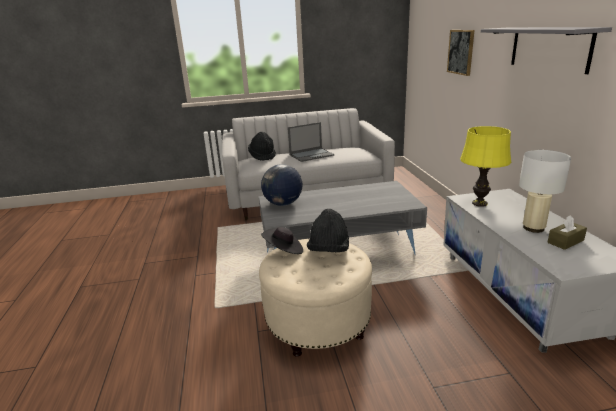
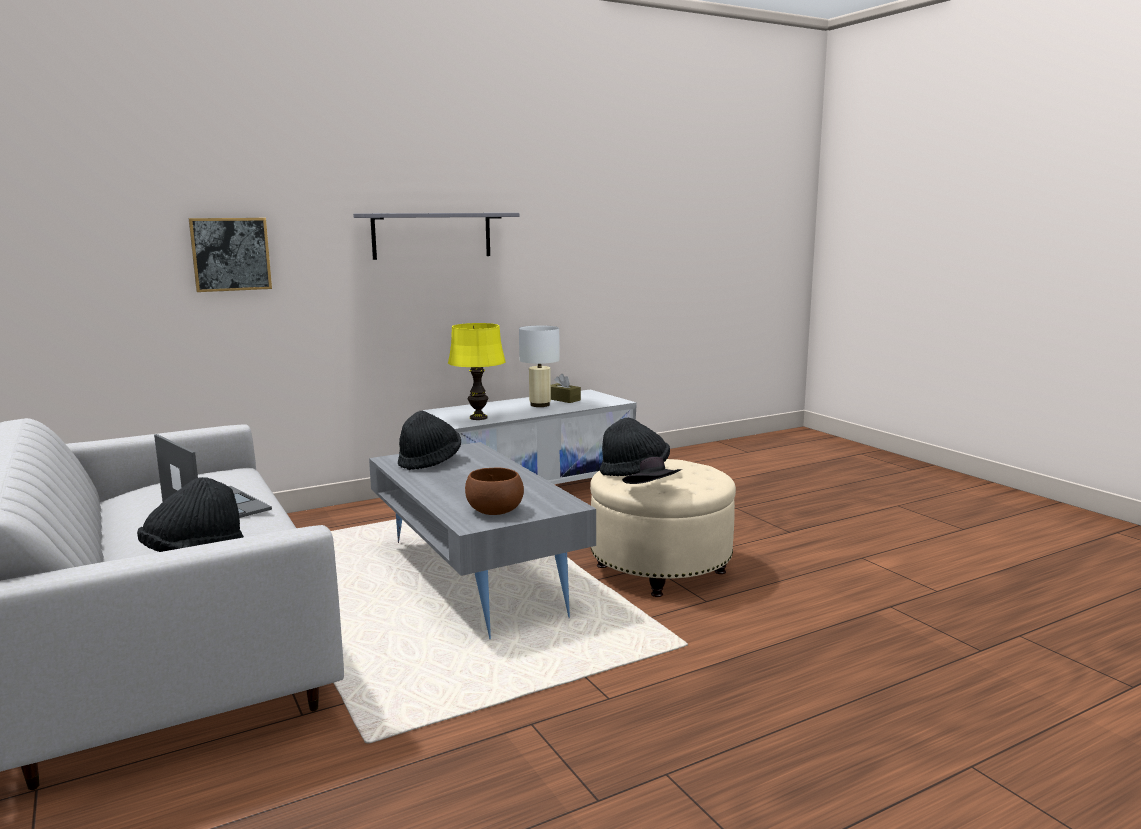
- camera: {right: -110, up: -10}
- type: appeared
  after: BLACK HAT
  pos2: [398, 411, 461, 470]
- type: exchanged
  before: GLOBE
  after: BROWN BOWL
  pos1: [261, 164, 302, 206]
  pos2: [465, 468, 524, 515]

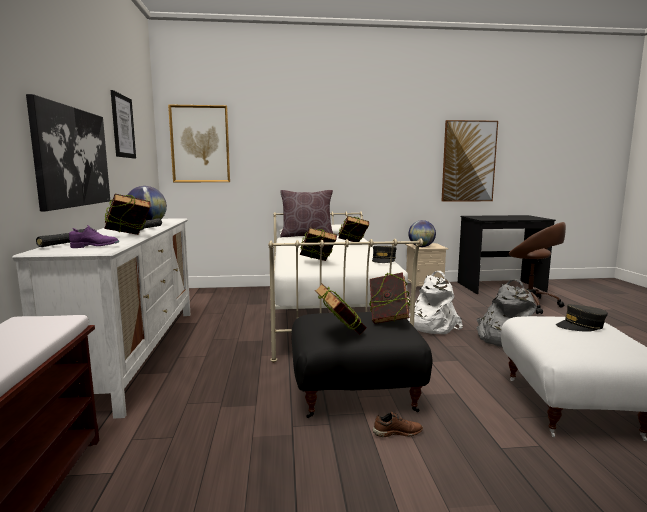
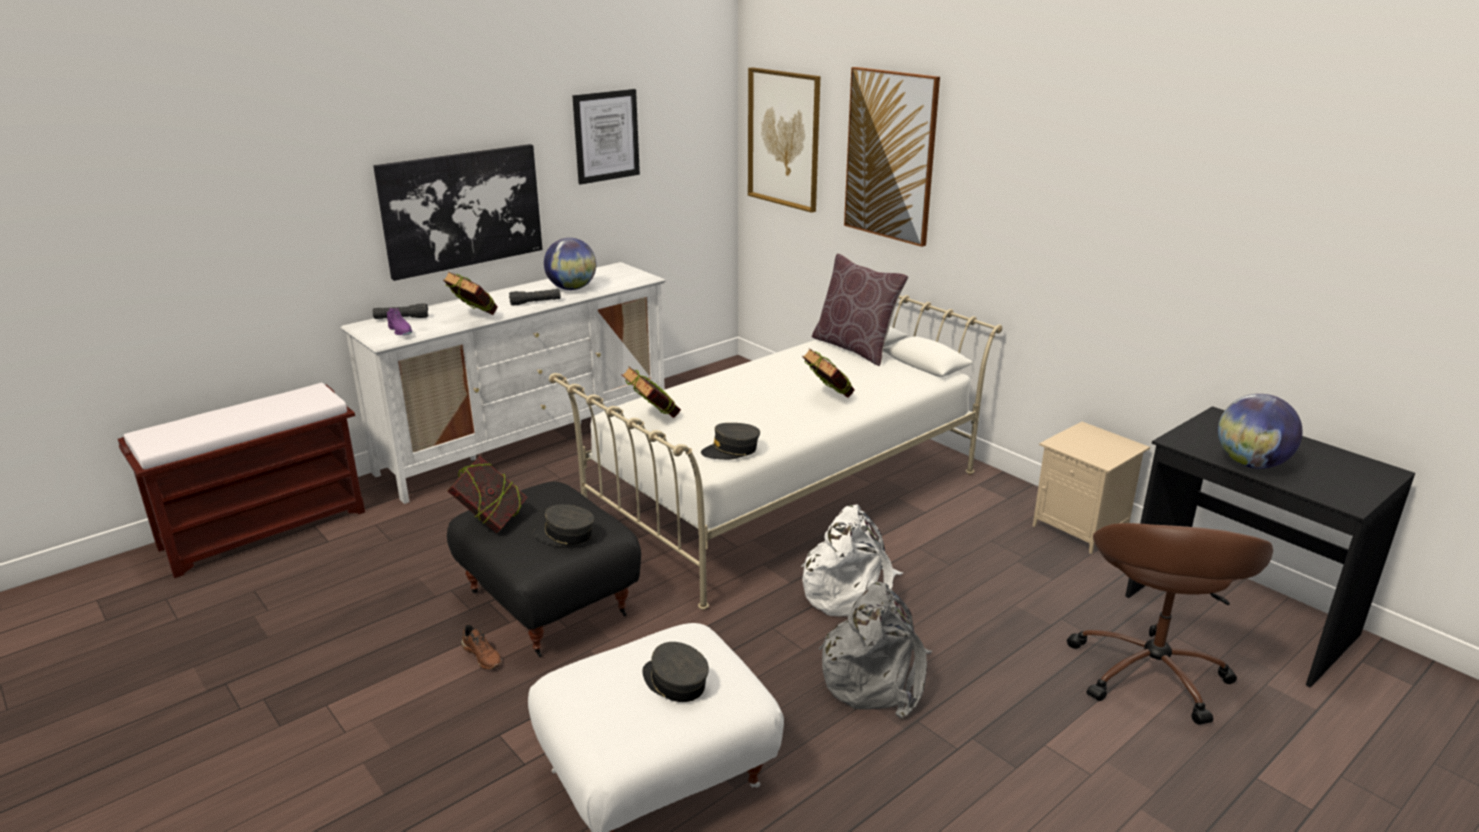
- camera: {right: 55, up: 15}
- type: exchanged
  before: BOOK
  after: GREY CAP
  pos1: [369, 272, 410, 324]
  pos2: [532, 504, 594, 545]
- type: relocated
  before: PICTURE
  pos1: [442, 120, 498, 202]
  pos2: [844, 67, 940, 247]
- type: relocated
  before: GLOBE
  pos1: [408, 220, 436, 247]
  pos2: [1218, 394, 1303, 469]

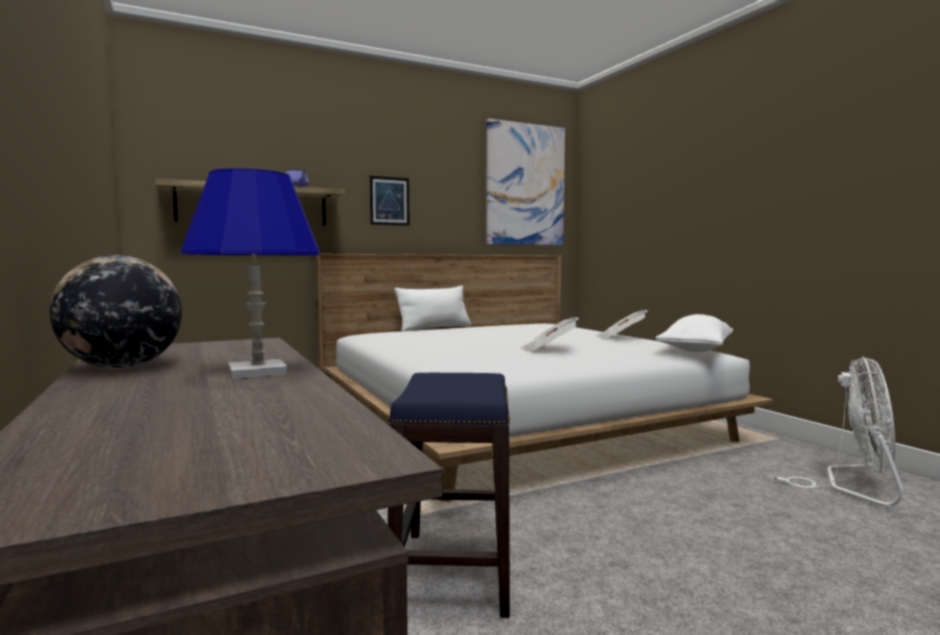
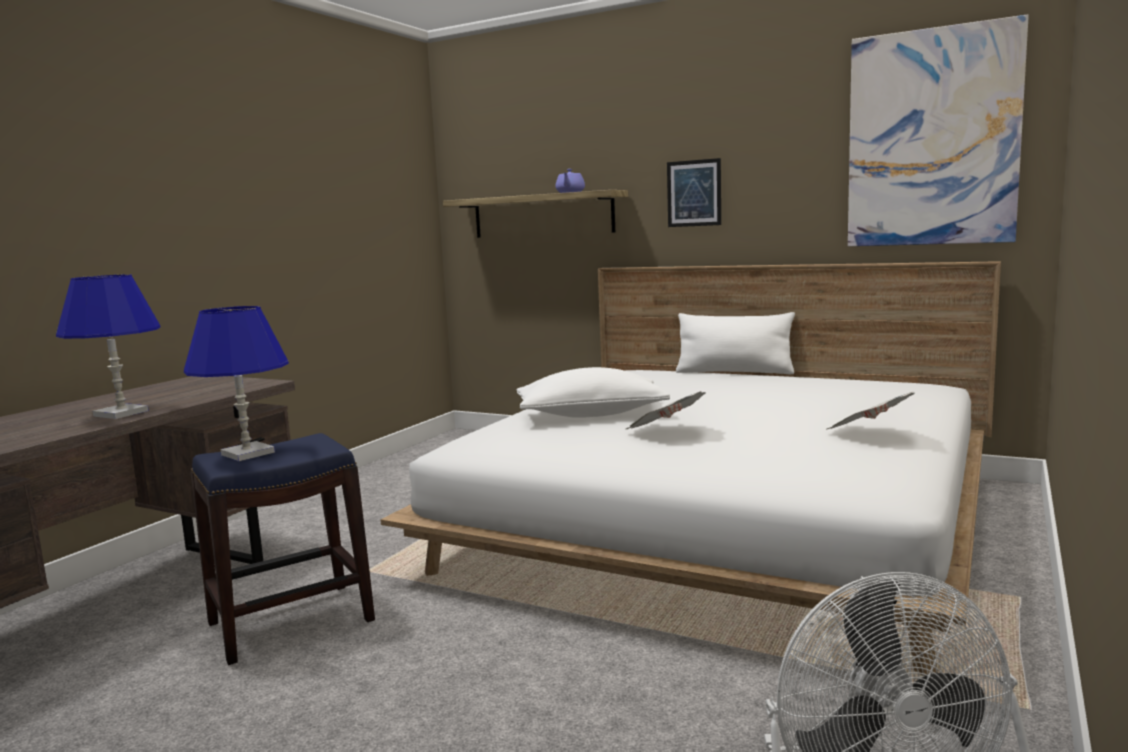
- camera: {right: 55, up: 5}
- type: appeared
  after: BLUE TABLE LAMP
  pos2: [184, 306, 289, 461]
- type: relocated
  before: WHITE PILLOW
  pos1: [655, 314, 733, 352]
  pos2: [516, 367, 670, 418]
- type: missing
  before: GLOBE
  pos1: [50, 255, 182, 369]

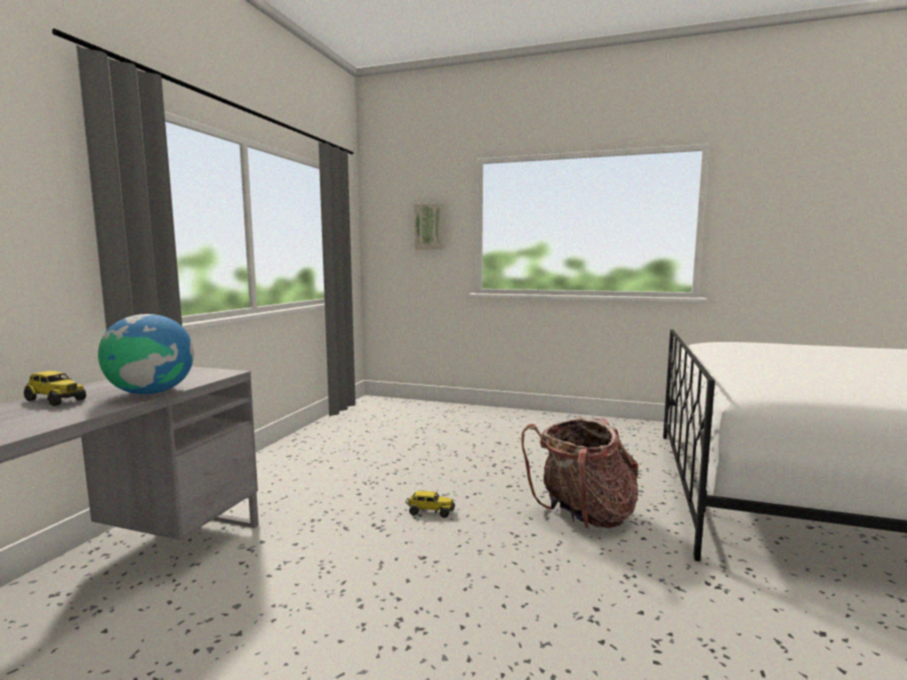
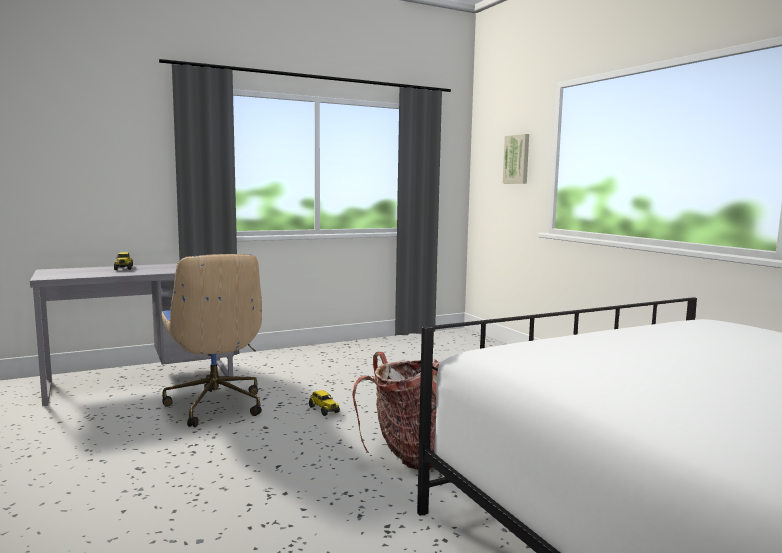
- camera: {right: 45, up: 0}
- type: appeared
  after: BLUE OFFICE CHAIR
  pos2: [161, 254, 262, 427]
- type: missing
  before: GLOBE
  pos1: [98, 314, 194, 394]

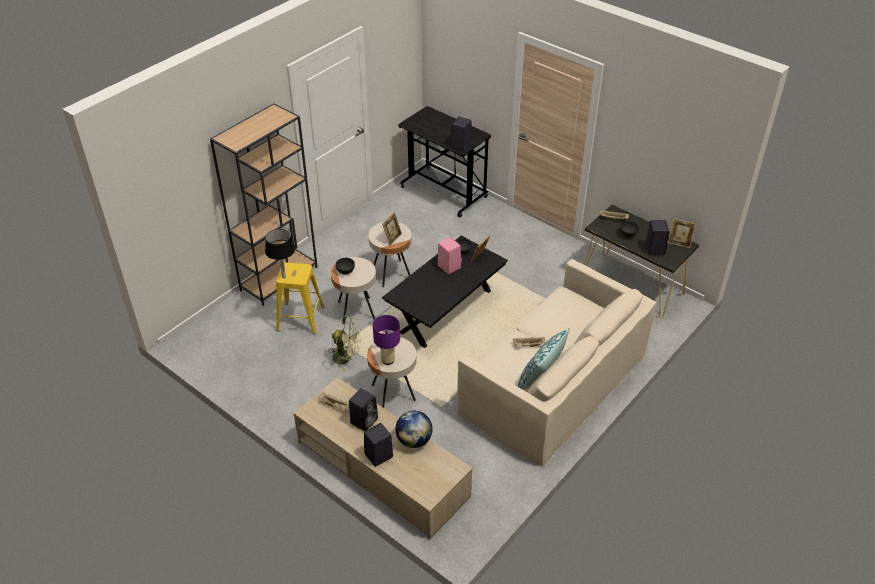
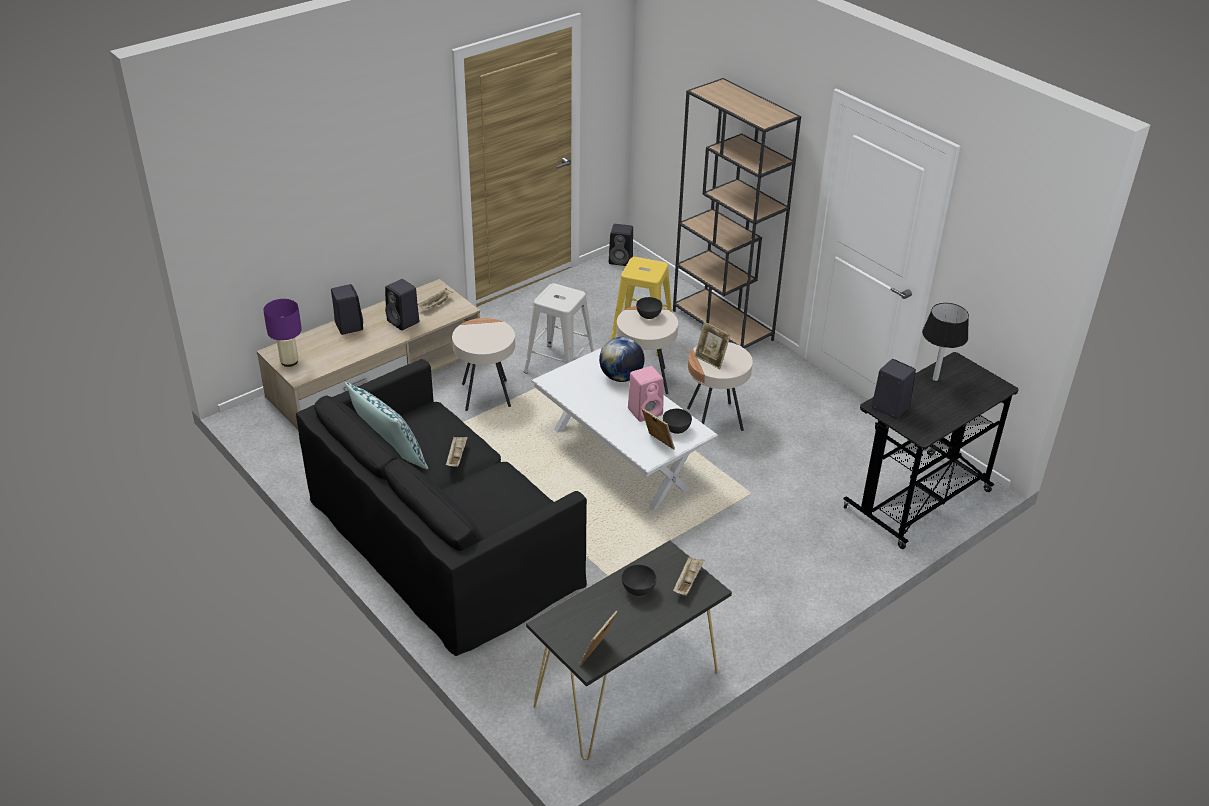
- camera: {right: 100, up: -5}
- type: relocated
  before: PURPLE TABLE LAMP
  pos1: [373, 315, 400, 365]
  pos2: [263, 299, 302, 367]
- type: colour
  before: BEIGE SOFA
  after: BLACK SOFA
  pos1: [456, 259, 657, 467]
  pos2: [296, 359, 587, 656]
- type: exchanged
  before: GREEN FAN
  after: WHITE STOOL
  pos1: [328, 315, 361, 371]
  pos2: [524, 283, 594, 374]
- type: colour
  before: BLACK COFFEE TABLE
  after: WHITE COFFEE TABLE
  pos1: [382, 236, 508, 348]
  pos2: [531, 348, 718, 511]
- type: relocated
  before: GLOBE
  pos1: [395, 411, 433, 448]
  pos2: [599, 337, 645, 382]
- type: relocated
  before: BLACK SPEAKER
  pos1: [646, 220, 669, 255]
  pos2: [609, 224, 633, 266]
- type: relocated
  before: BLACK TABLE LAMP
  pos1: [265, 229, 295, 279]
  pos2: [922, 303, 969, 381]

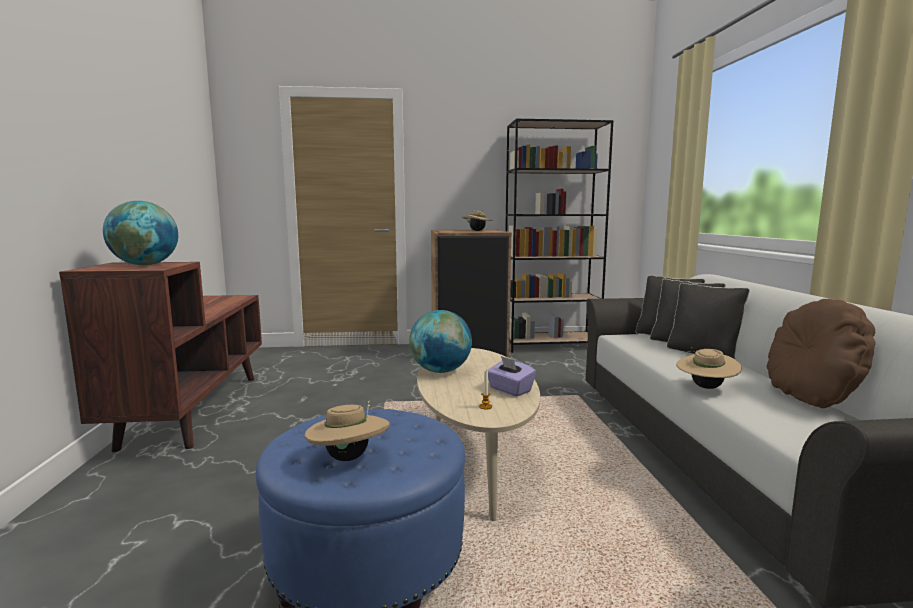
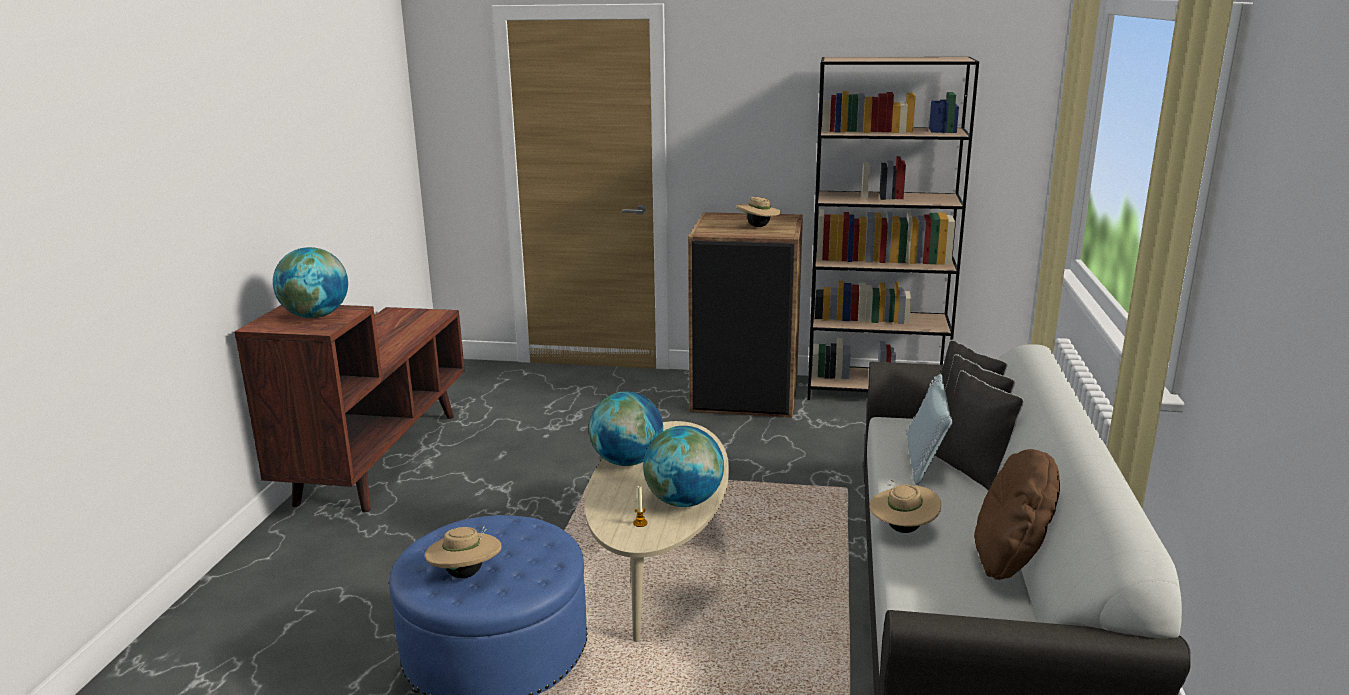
- camera: {right: 15, up: 10}
- type: exchanged
  before: PURPLE TISSUE BOX
  after: GLOBE
  pos1: [486, 356, 536, 396]
  pos2: [643, 426, 724, 507]
- type: appeared
  after: BLUE PILLOW
  pos2: [905, 374, 953, 485]

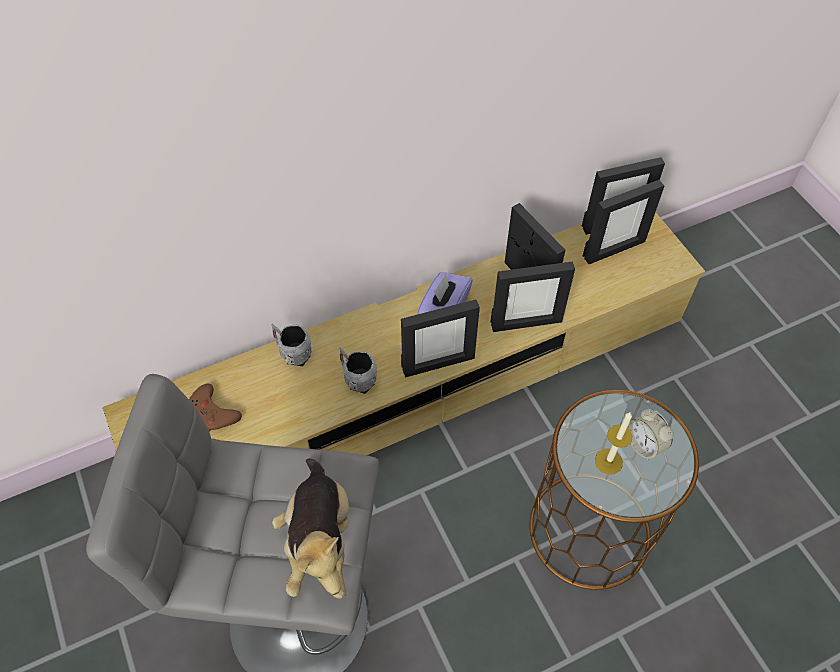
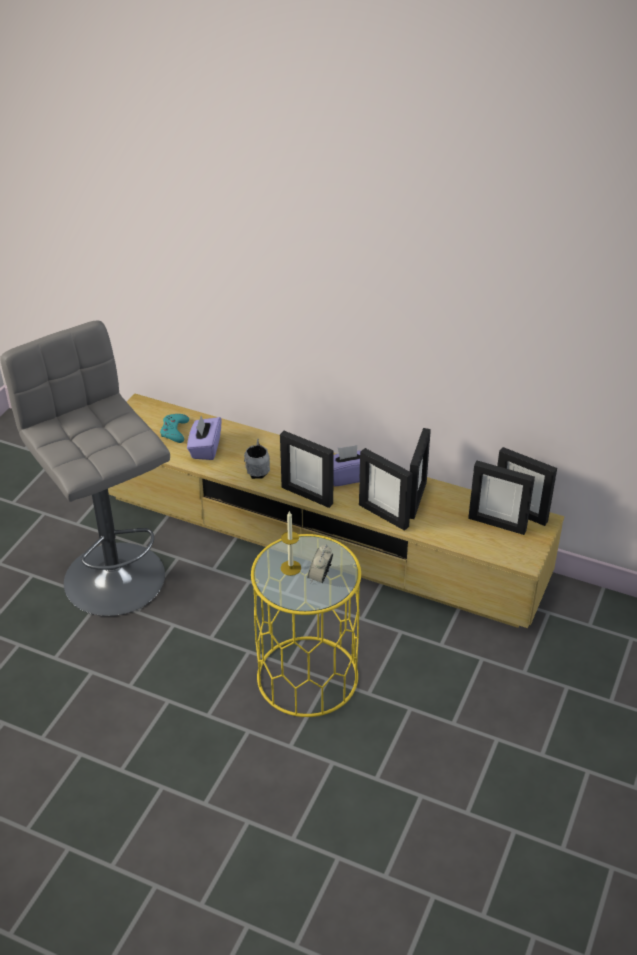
- camera: {right: 50, up: -15}
- type: colour
  before: BROWN GAME CONTROLLER
  after: TURQUOISE GAME CONTROLLER
  pos1: [189, 384, 242, 432]
  pos2: [160, 414, 189, 443]
- type: appeared
  after: PURPLE TISSUE BOX
  pos2: [187, 416, 222, 460]
- type: colour
  before: BROWN SIDE TABLE
  after: YELLOW SIDE TABLE
  pos1: [529, 390, 699, 590]
  pos2: [251, 534, 361, 717]
- type: missing
  before: GREY MUG
  pos1: [271, 324, 311, 366]
- type: missing
  before: PLUSH TOY
  pos1: [272, 458, 349, 599]

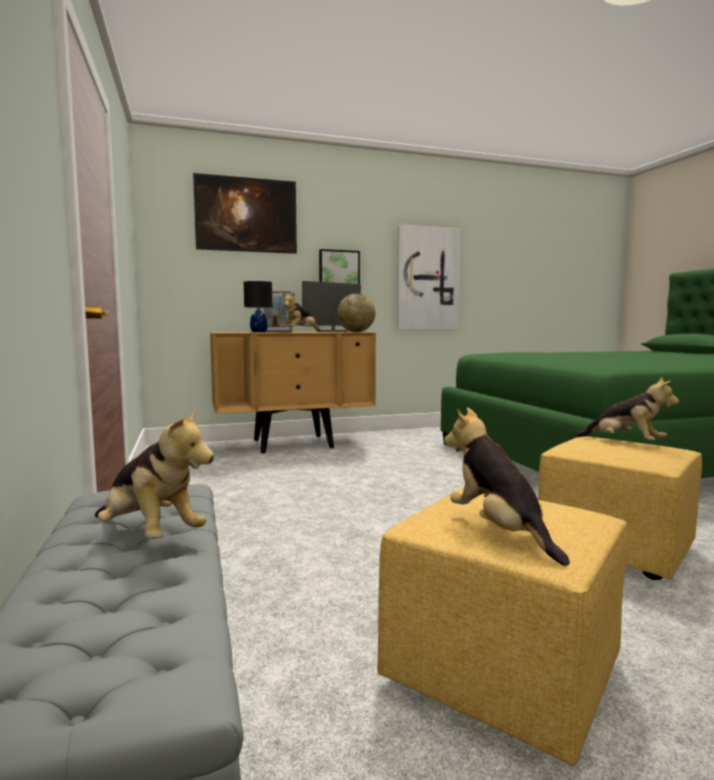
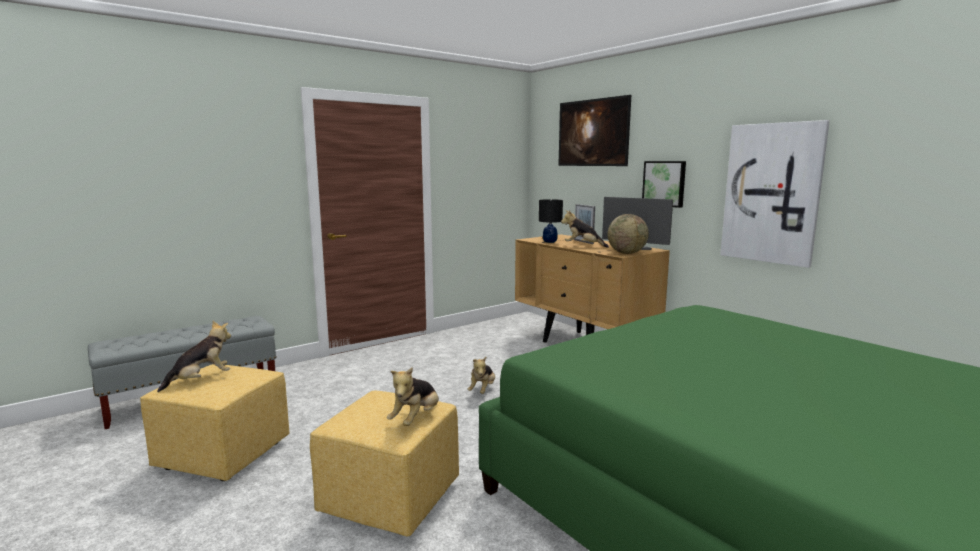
- camera: {right: 70, up: 5}
- type: relocated
  before: PLUSH TOY
  pos1: [95, 407, 214, 539]
  pos2: [468, 357, 495, 394]

